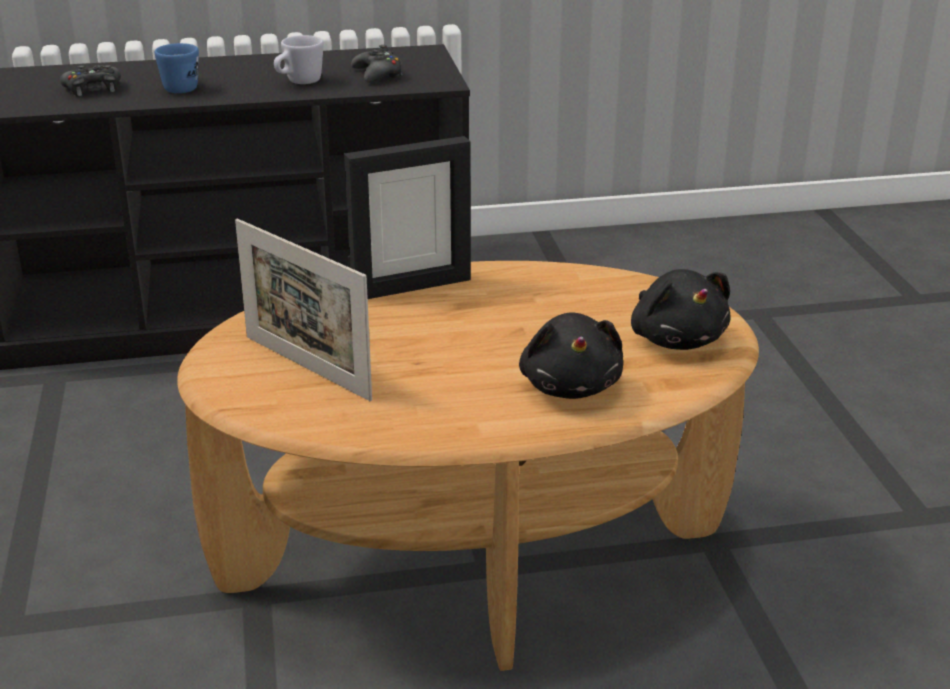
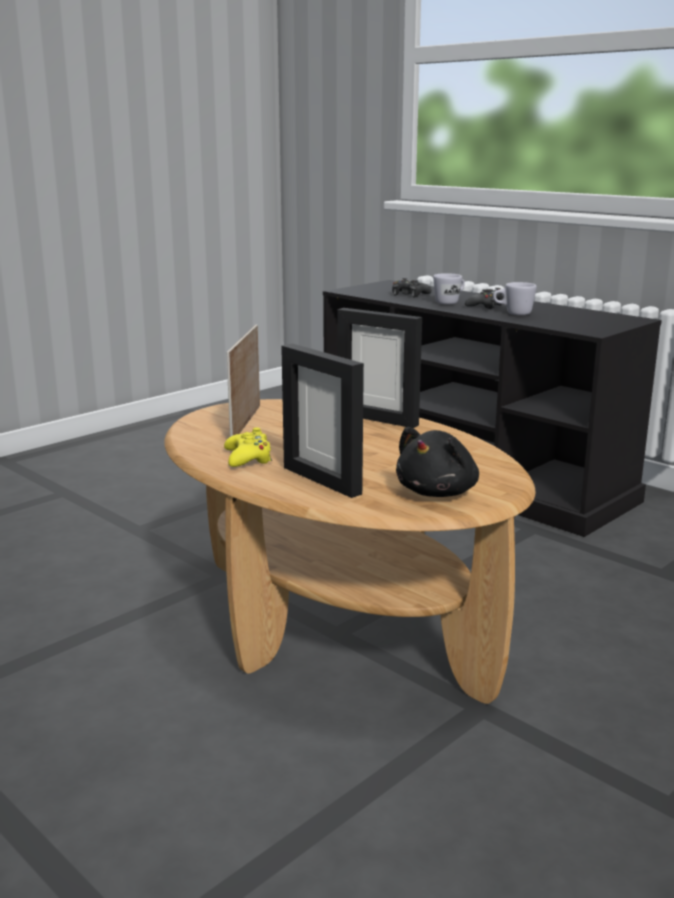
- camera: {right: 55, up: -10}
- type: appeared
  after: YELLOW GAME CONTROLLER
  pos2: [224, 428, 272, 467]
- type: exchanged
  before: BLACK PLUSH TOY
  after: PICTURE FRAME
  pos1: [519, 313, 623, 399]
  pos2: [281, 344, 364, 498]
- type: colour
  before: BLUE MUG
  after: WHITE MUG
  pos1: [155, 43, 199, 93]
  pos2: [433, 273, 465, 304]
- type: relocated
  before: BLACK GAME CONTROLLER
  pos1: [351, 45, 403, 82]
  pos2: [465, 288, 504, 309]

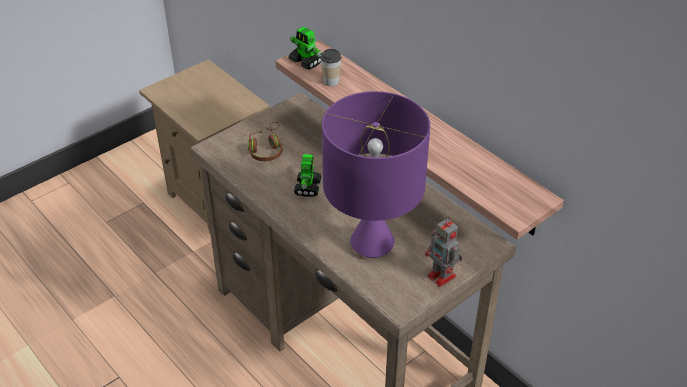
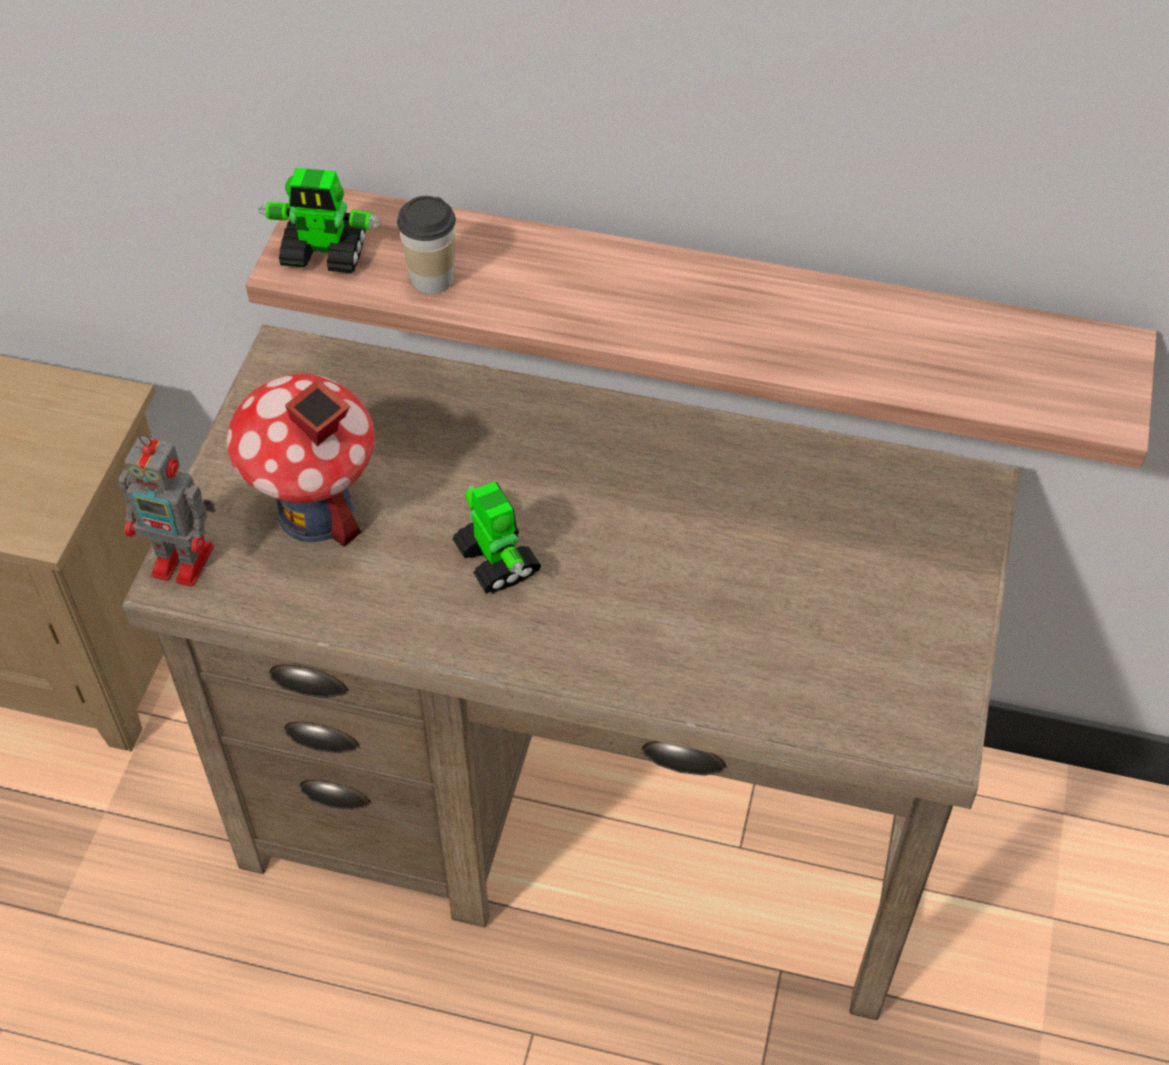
- camera: {right: -35, up: 10}
- type: relocated
  before: TOY ROBOT
  pos1: [425, 217, 463, 287]
  pos2: [119, 434, 216, 587]
- type: exchanged
  before: BROWN HEADPHONES
  after: TOY HOUSE
  pos1: [248, 122, 283, 161]
  pos2: [226, 374, 375, 547]
- type: missing
  before: PURPLE TABLE LAMP
  pos1: [322, 91, 430, 258]

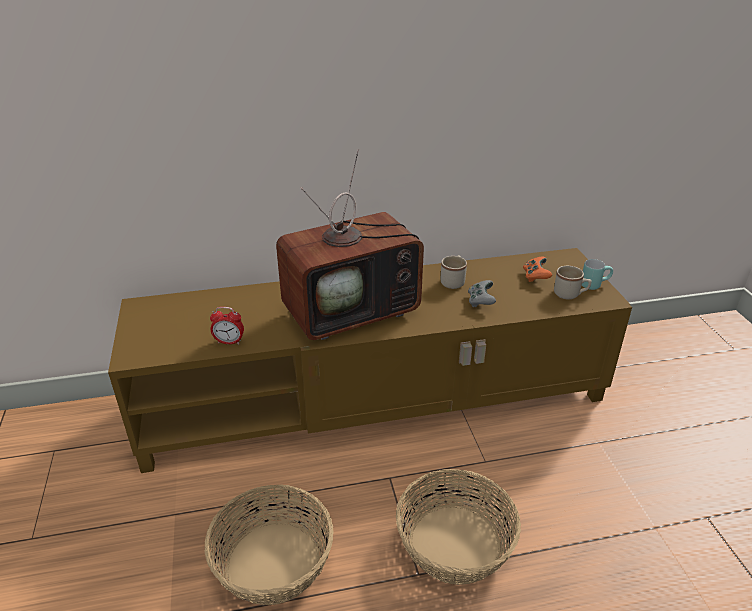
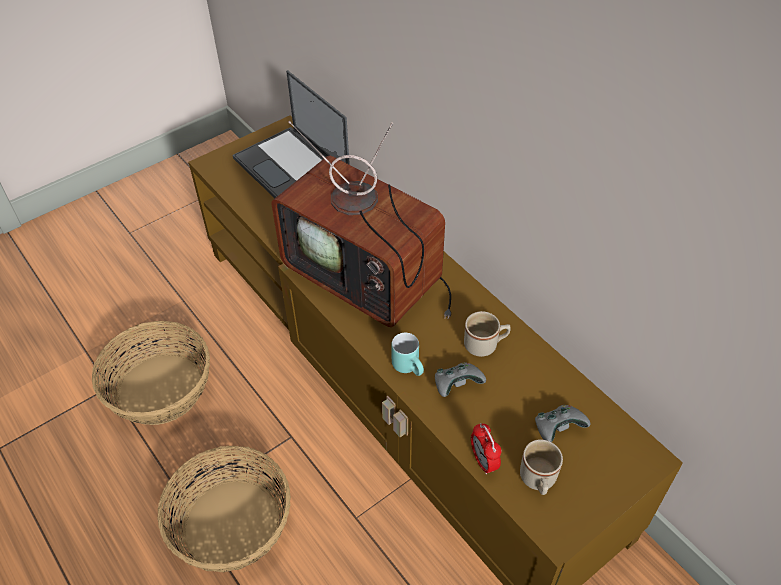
- camera: {right: 65, up: 15}
- type: appeared
  after: LAPTOP
  pos2: [233, 70, 350, 198]
- type: relocated
  before: TURQUOISE MUG
  pos1: [582, 259, 613, 290]
  pos2: [391, 333, 424, 376]
- type: relocated
  before: ALARM CLOCK
  pos1: [210, 307, 244, 344]
  pos2: [471, 423, 501, 474]
- type: colour
  before: ORANGE GAME CONTROLLER
  after: GREY GAME CONTROLLER
  pos1: [523, 257, 552, 282]
  pos2: [535, 405, 591, 442]

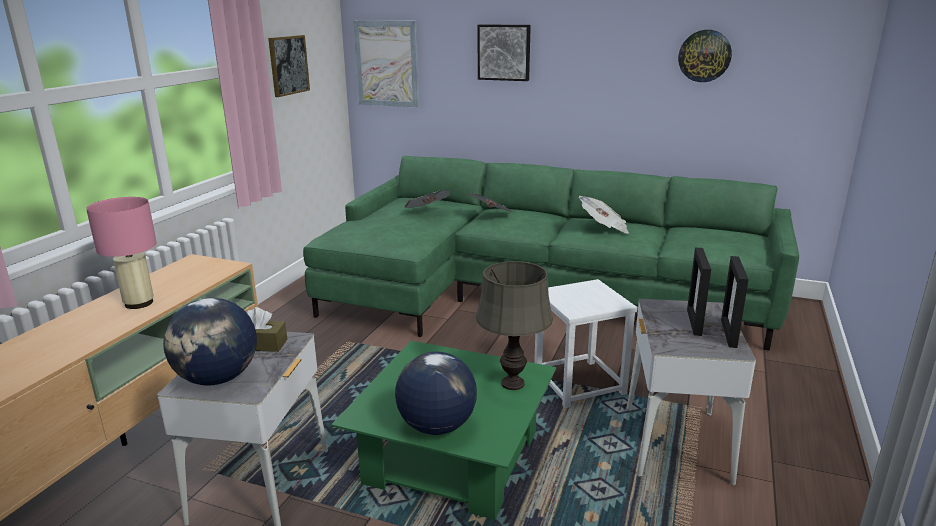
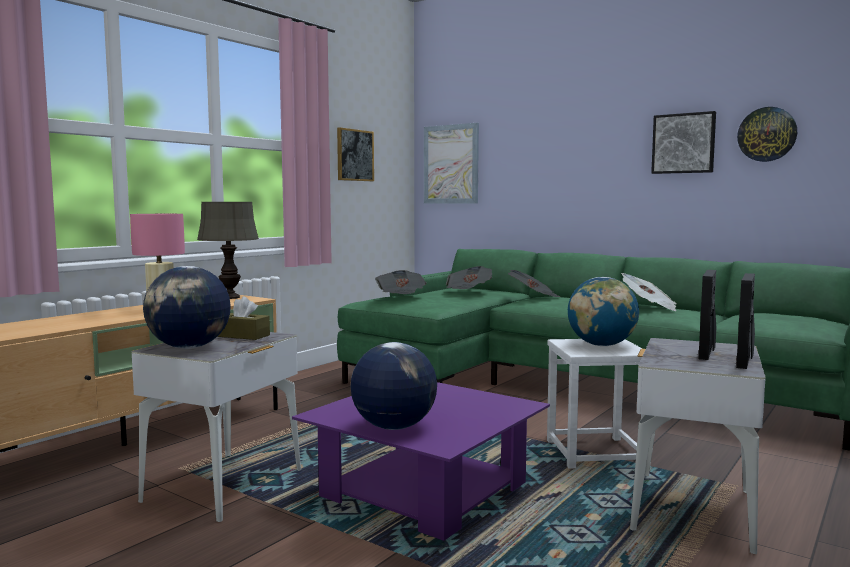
- camera: {right: 15, up: -15}
- type: relocated
  before: GREY TABLE LAMP
  pos1: [476, 261, 553, 390]
  pos2: [197, 202, 259, 299]
- type: colour
  before: GREEN COFFEE TABLE
  after: PURPLE COFFEE TABLE
  pos1: [331, 341, 556, 520]
  pos2: [292, 382, 550, 541]
- type: appeared
  after: NEWSPAPER
  pos2: [375, 270, 427, 294]
- type: appeared
  after: GLOBE
  pos2: [568, 277, 639, 346]
- type: relocated
  before: PICTURE
  pos1: [478, 25, 531, 81]
  pos2: [651, 111, 716, 174]

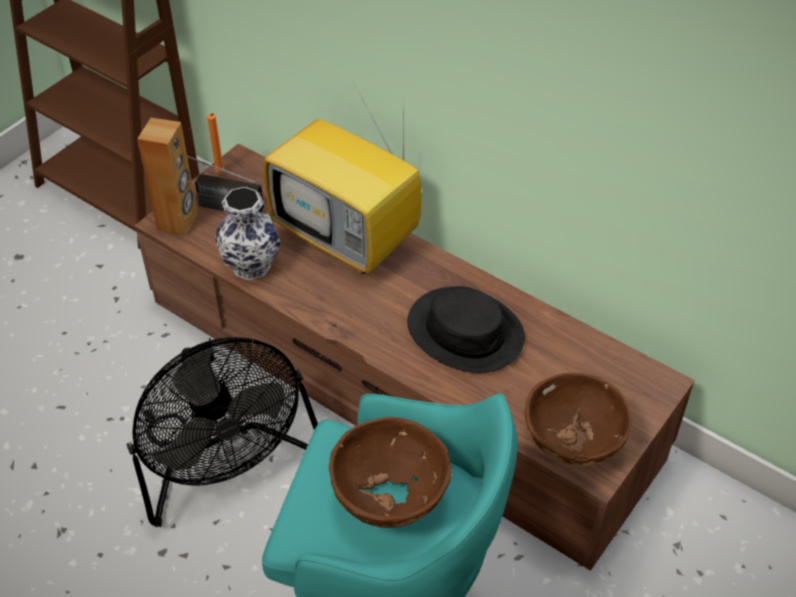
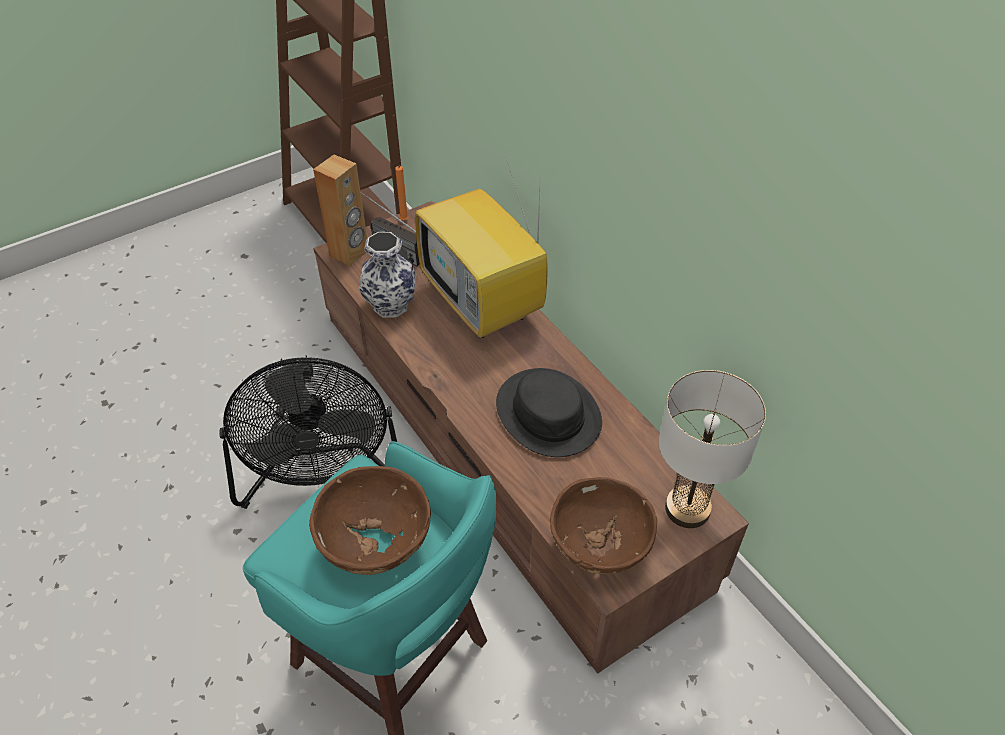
- camera: {right: 20, up: 0}
- type: appeared
  after: TABLE LAMP
  pos2: [659, 370, 766, 528]

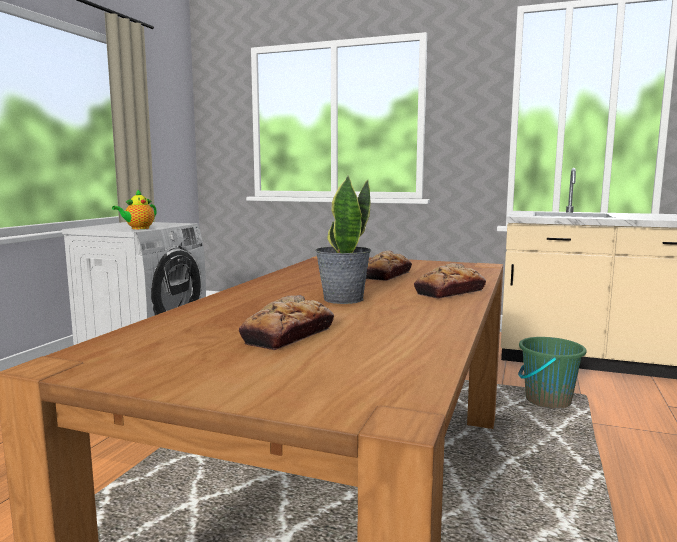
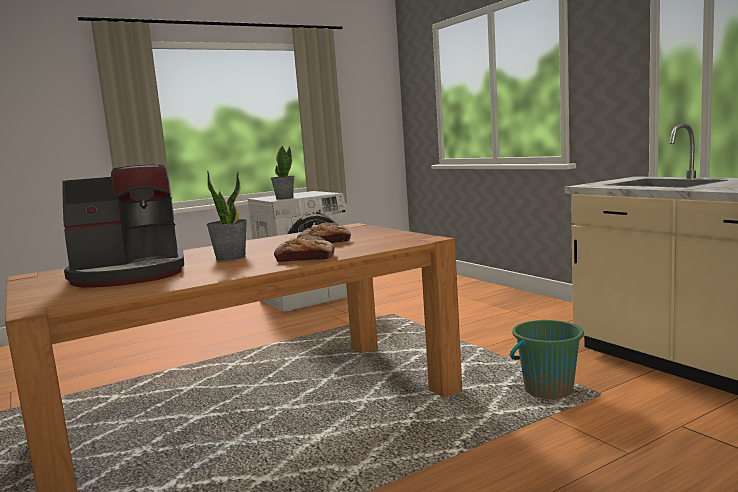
- camera: {right: 40, up: 0}
- type: exchanged
  before: BREAD
  after: COFFEE MACHINE
  pos1: [239, 295, 334, 350]
  pos2: [62, 164, 184, 288]
- type: exchanged
  before: TEAPOT
  after: POTTED PLANT
  pos1: [112, 189, 157, 229]
  pos2: [271, 145, 294, 200]

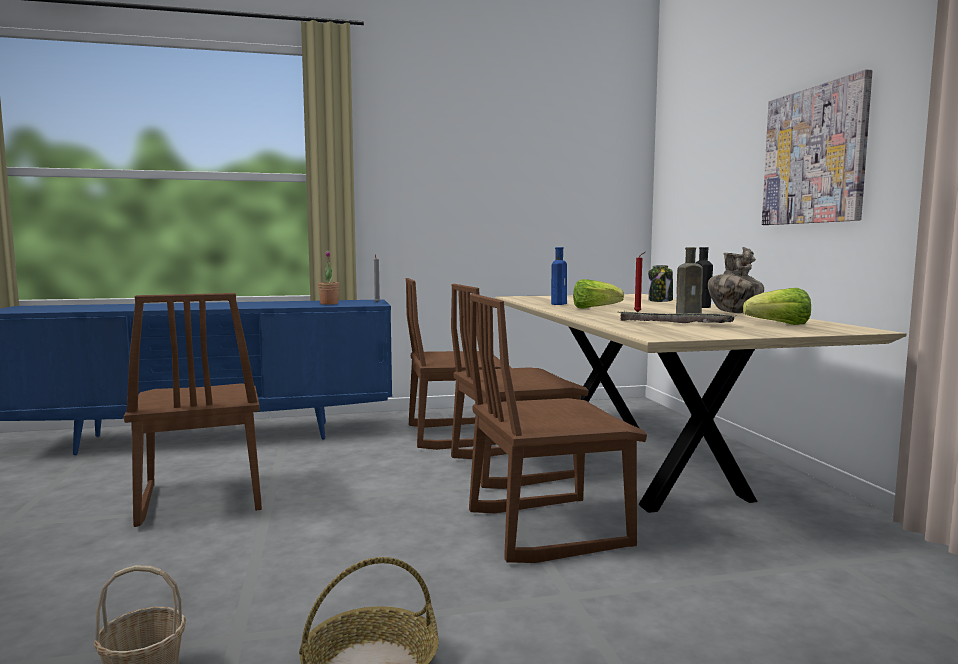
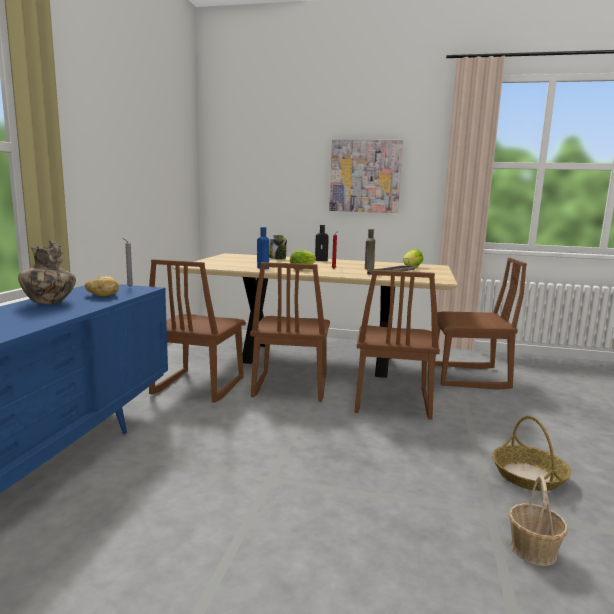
- camera: {right: -65, up: 5}
- type: relocated
  before: VASE
  pos1: [708, 247, 764, 313]
  pos2: [18, 241, 76, 304]
- type: exchanged
  before: POTTED PLANT
  after: BREAD
  pos1: [318, 251, 339, 305]
  pos2: [85, 276, 119, 296]
- type: relocated
  before: BROWN CHAIR
  pos1: [124, 293, 262, 527]
  pos2: [435, 257, 527, 390]

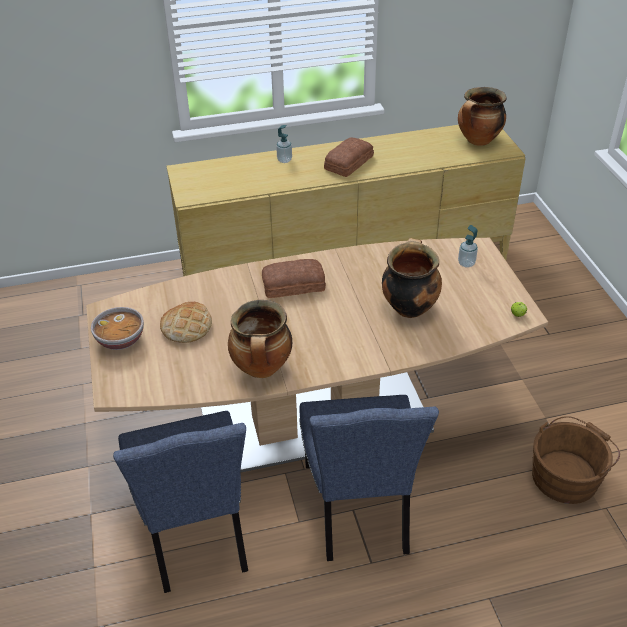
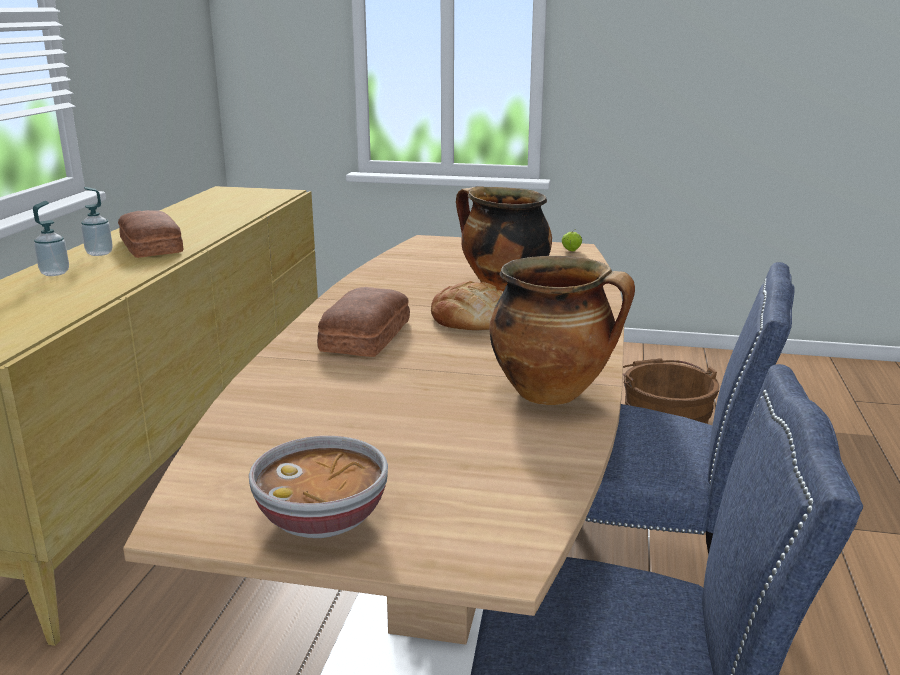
- camera: {right: -65, up: -20}
- type: relocated
  before: SOAP DISPENSER
  pos1: [458, 225, 478, 267]
  pos2: [81, 187, 113, 256]
- type: relocated
  before: BREAD
  pos1: [160, 302, 212, 343]
  pos2: [431, 281, 503, 330]
- type: missing
  before: COOKING POT
  pos1: [458, 87, 507, 146]

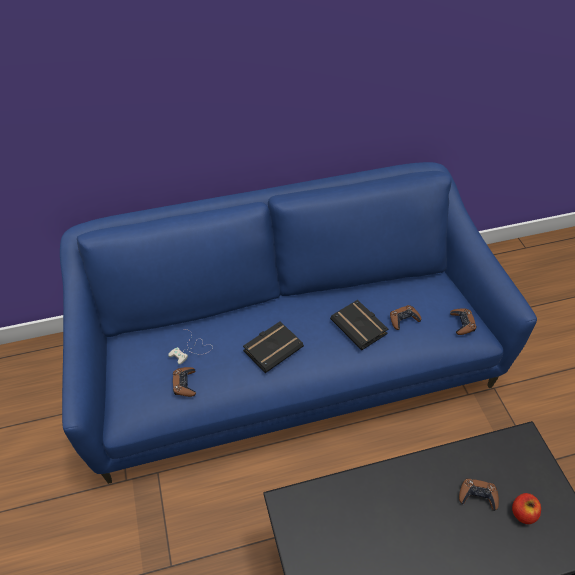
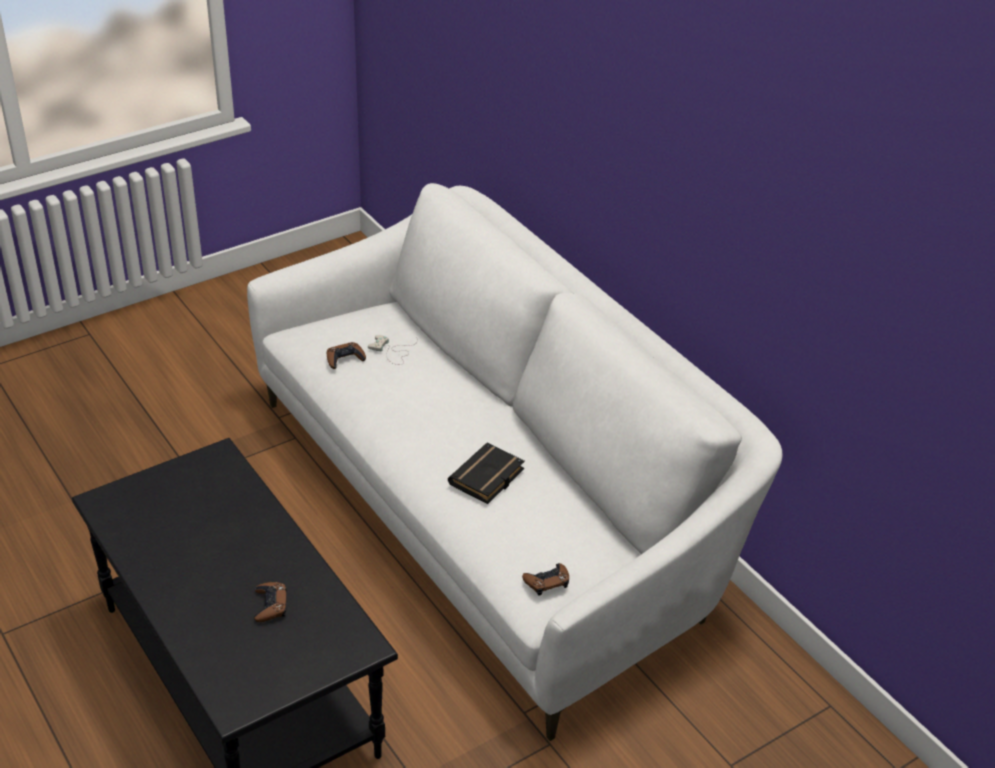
- camera: {right: 70, up: -10}
- type: colour
  before: BLUE SOFA
  after: WHITE SOFA
  pos1: [60, 162, 537, 484]
  pos2: [247, 183, 783, 741]
- type: missing
  before: BLACK BOOK
  pos1: [243, 321, 304, 373]
- type: missing
  before: BROWN GAME CONTROLLER
  pos1: [390, 305, 421, 330]
- type: missing
  before: APPLE
  pos1: [512, 493, 541, 524]

